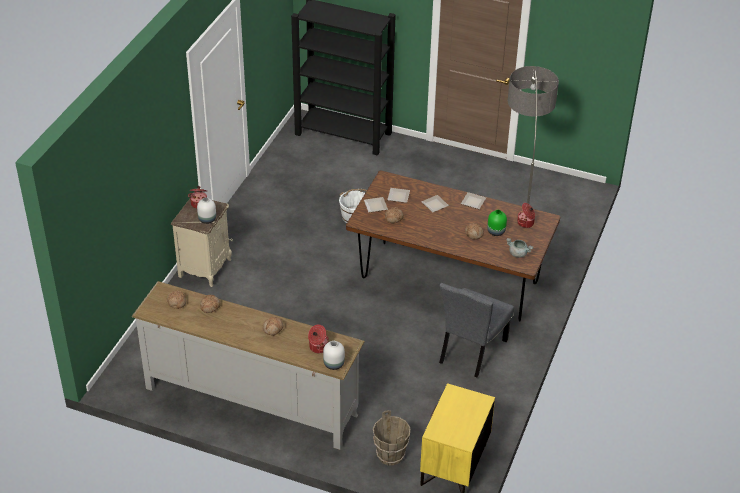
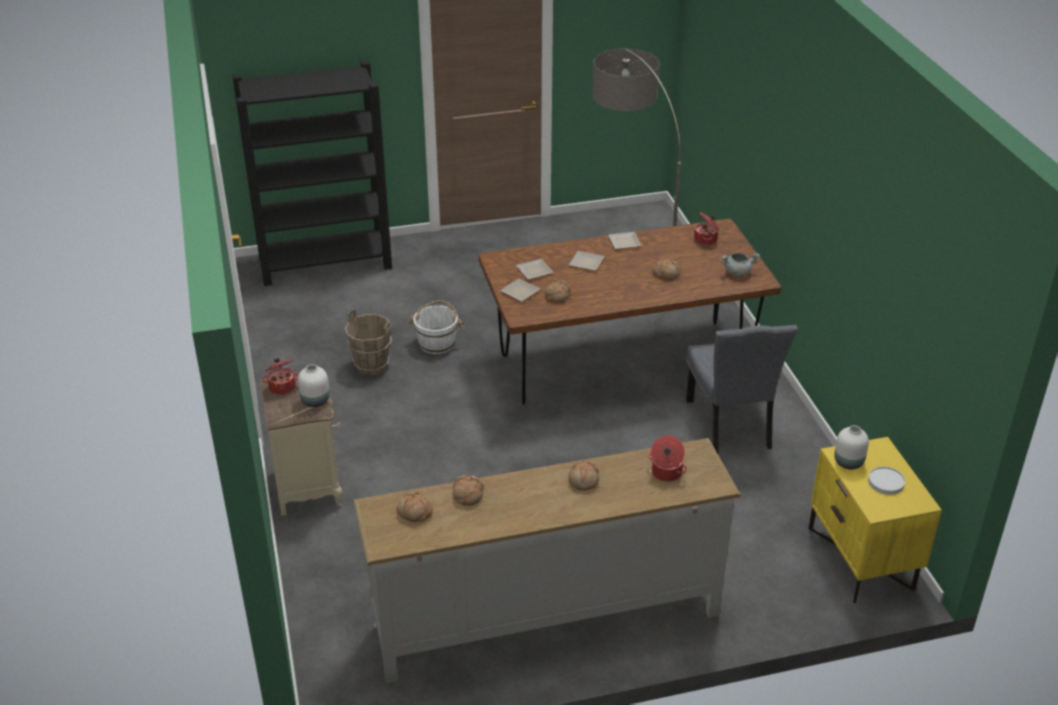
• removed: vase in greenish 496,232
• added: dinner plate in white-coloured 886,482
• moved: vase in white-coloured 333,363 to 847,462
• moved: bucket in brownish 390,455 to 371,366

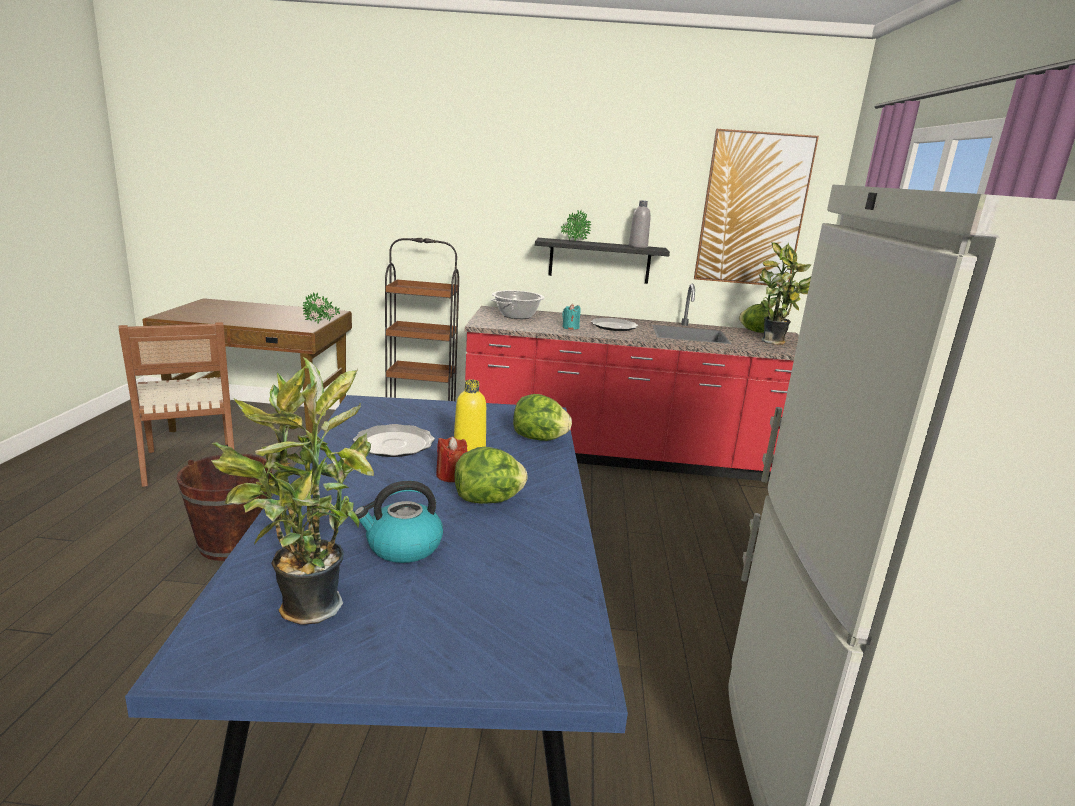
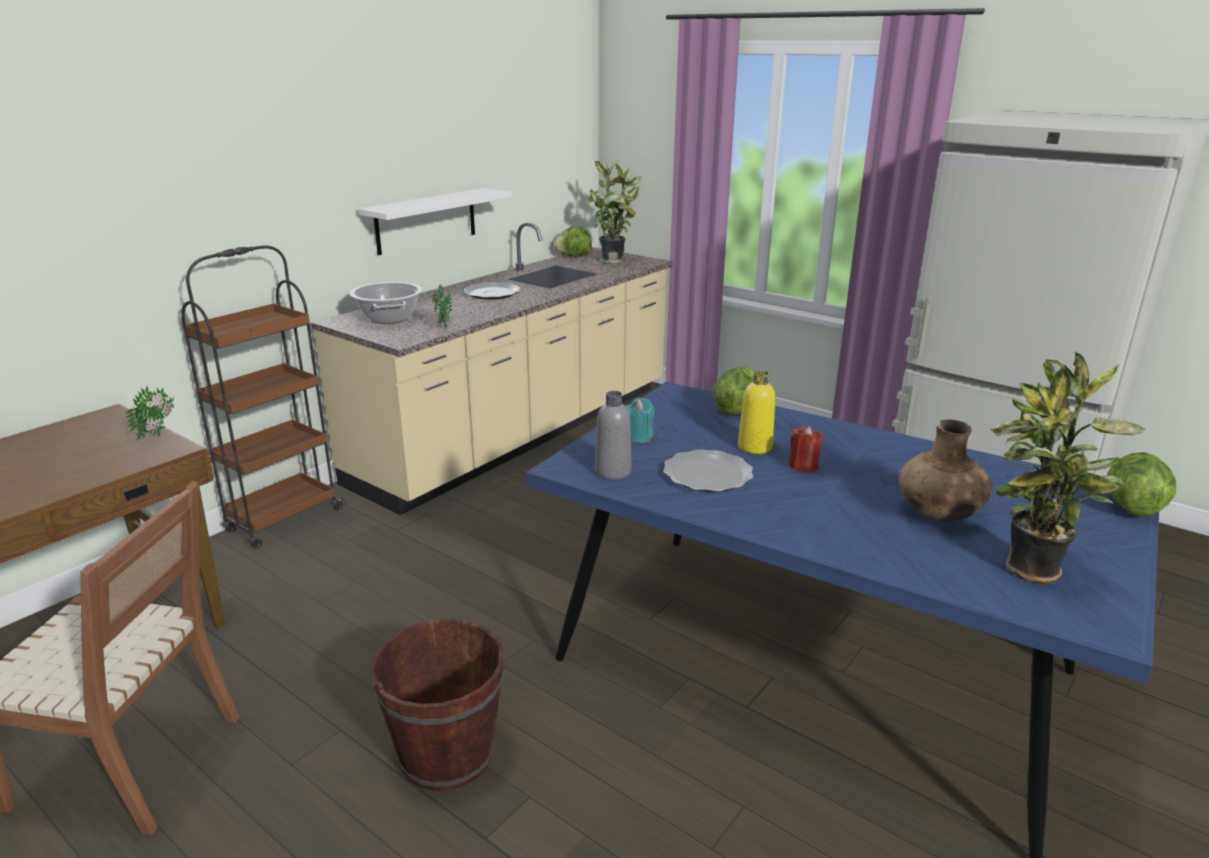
• removed: wall picture 752,210
• moved: lettuce 489,500 to 1130,507
• moved: houseplant 573,241 to 443,327
• moved: wax light in blue-green 570,328 to 639,437
• moved: beverage bottle in greyish 638,246 to 613,471
• replaced: kettle 403,547 to vase in brownish 938,514
• recoloured: kitchen base unit in reddish 624,456 to kitchen base unit in beige-coloured 521,433
• recoloured: shelf in black 599,261 to shelf in white-coloured 426,221

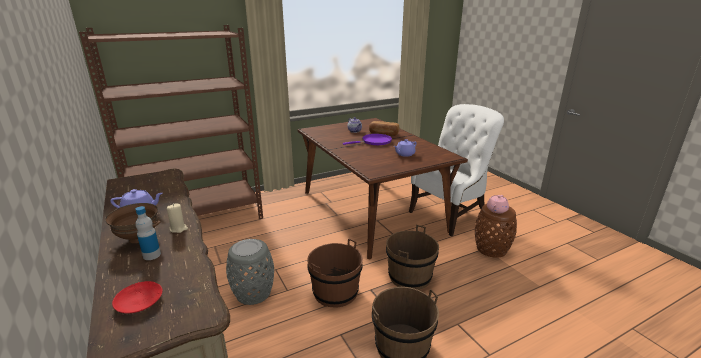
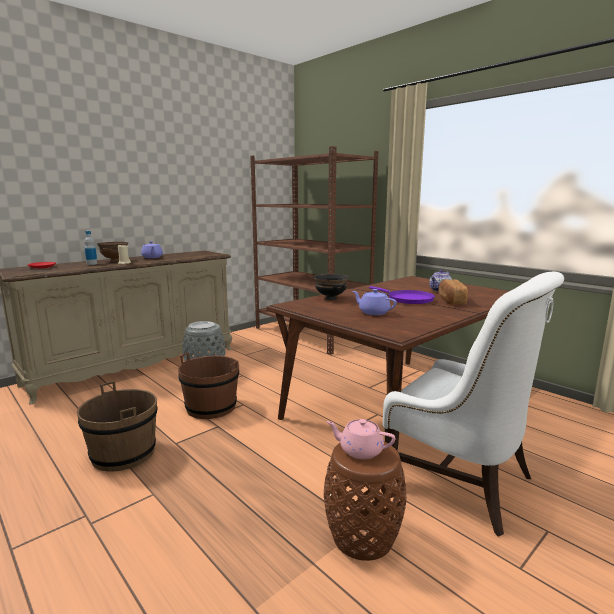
• removed: bucket in brownish 409,276
• added: deep dish in black 330,298

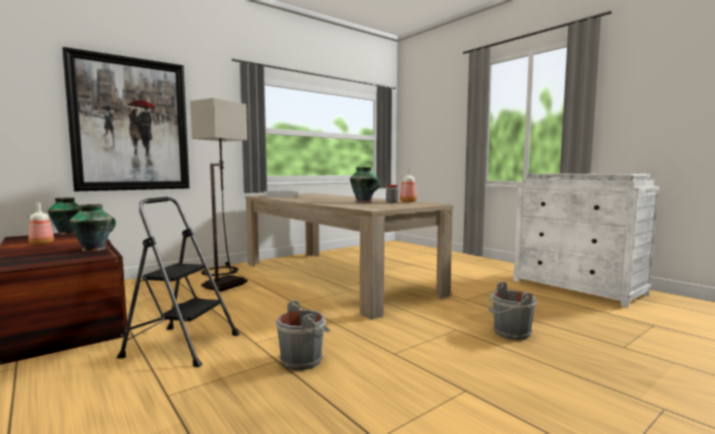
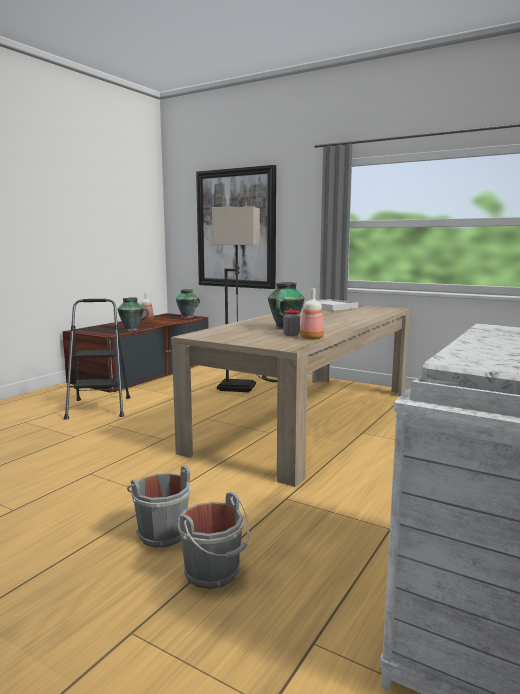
• moved: bucket in greyish 303,360 to 214,572

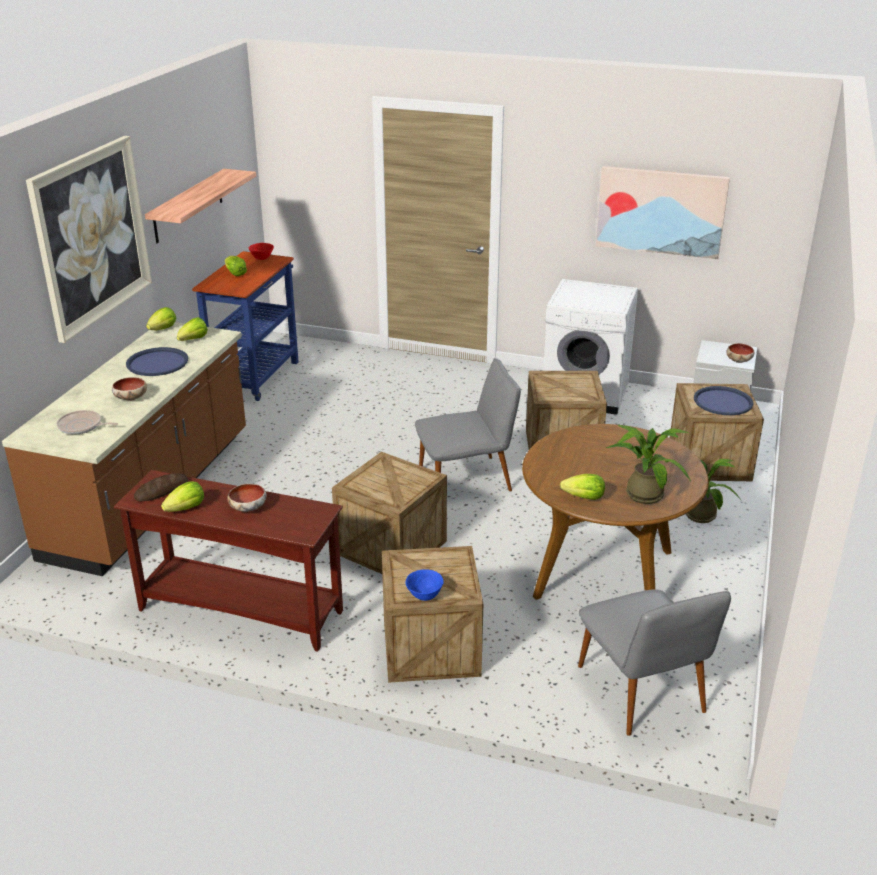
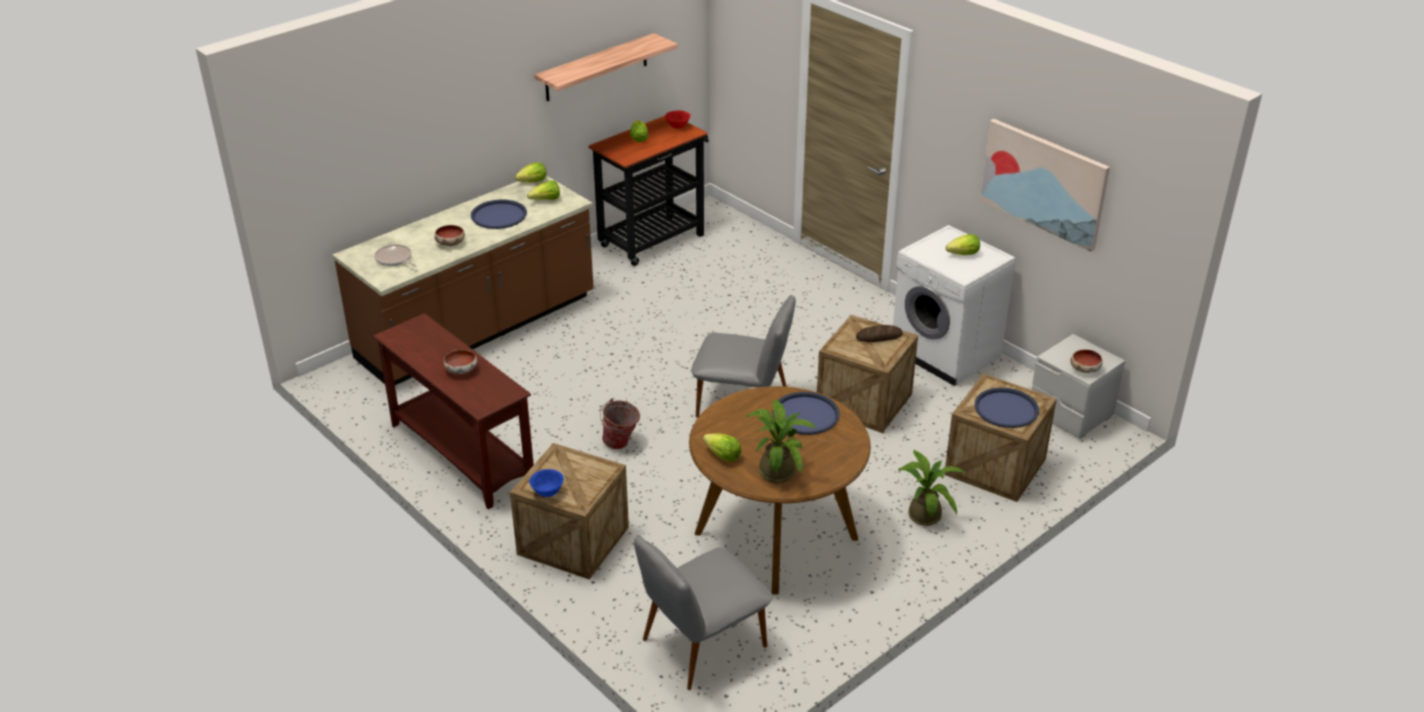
• removed: wall picture 92,236
• added: tray in bluish 805,414
• moved: baked bread 161,490 to 879,337
• moved: lettuce 186,509 to 963,254
• replaced: shipping crate 391,547 to bucket 621,444
• recoloured: cart in bluish 256,377 to cart in black 653,240
• turned: upright chair in greyish 640,688 = 704,642 45 degrees clockwise

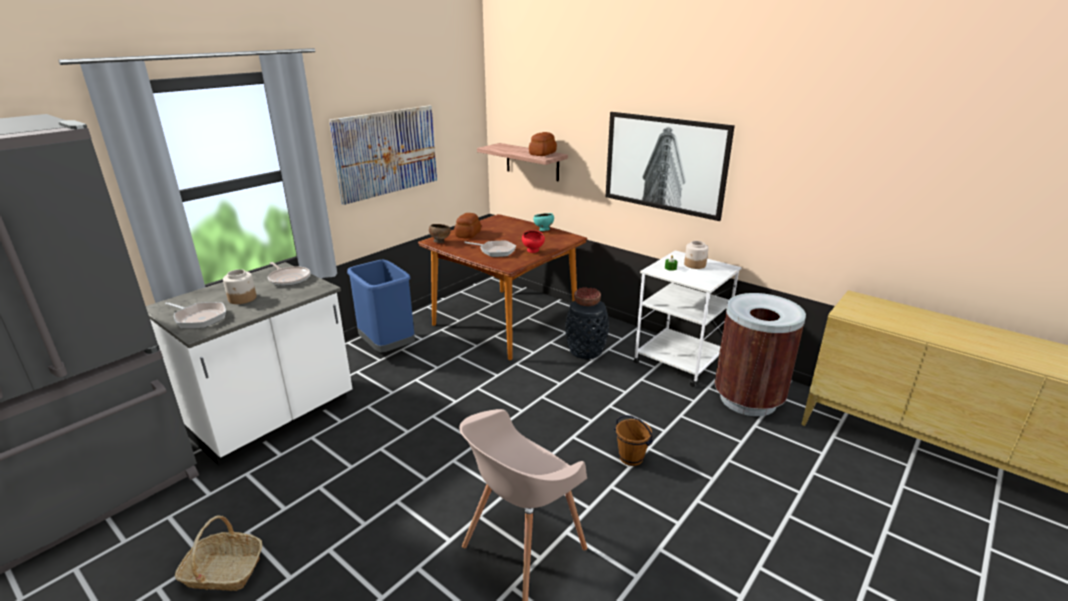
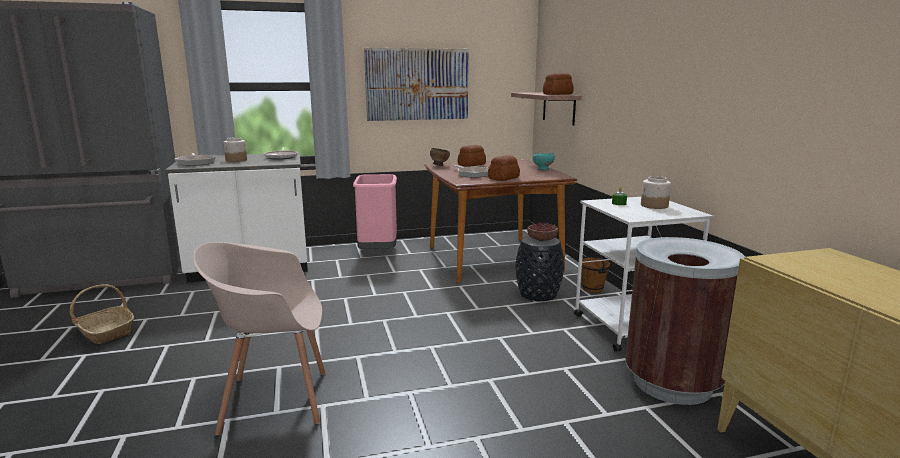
• removed: wall picture 664,164
• moved: bucket in brownish 631,457 to 593,289
• replaced: deep dish in reddish 533,251 to baked bread 504,178
• recoloured: rubbish bin in bluish 388,347 to rubbish bin in pinkish 378,252

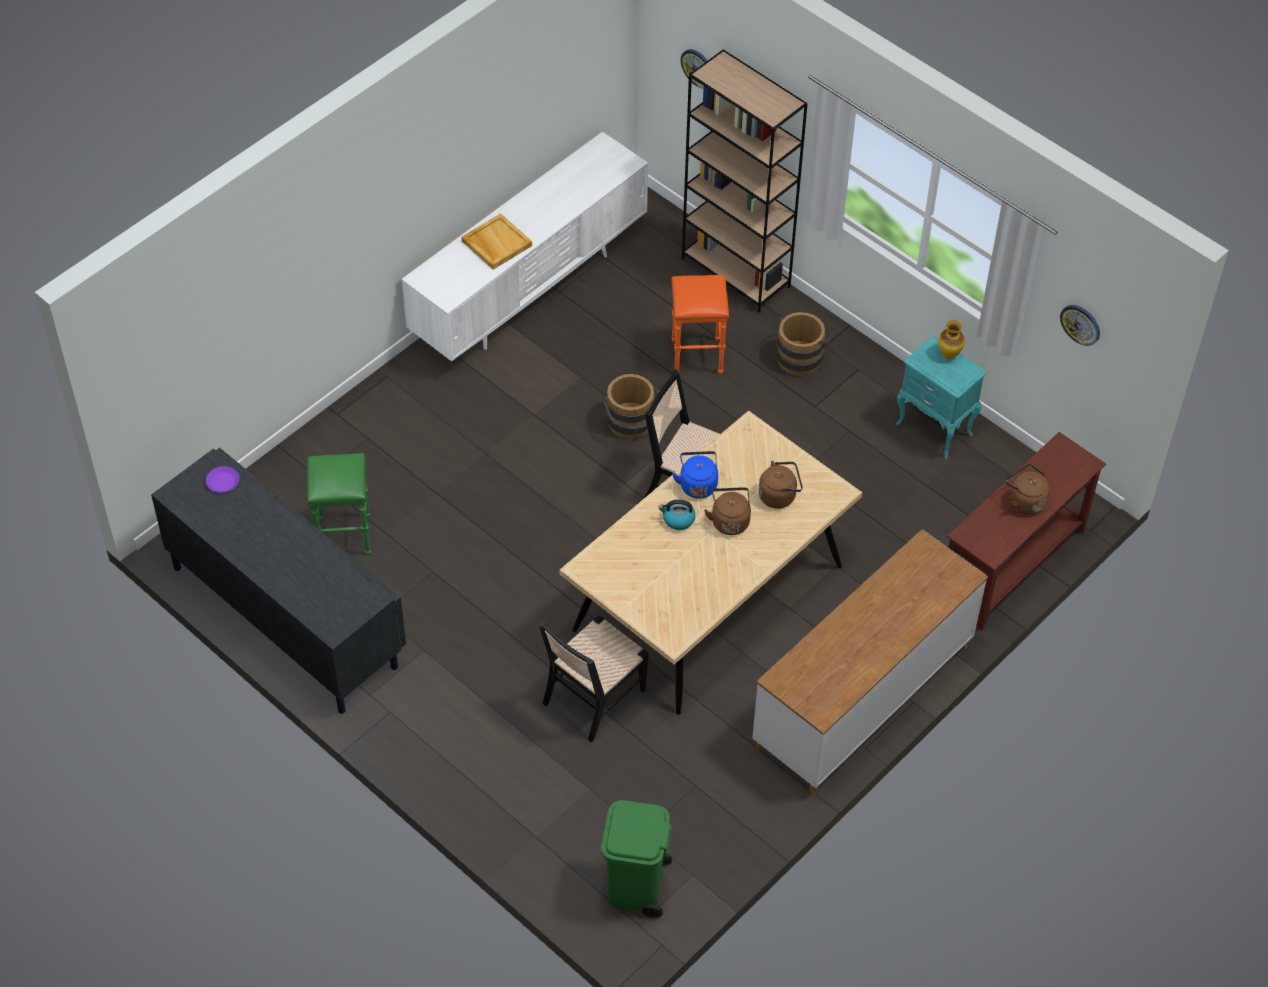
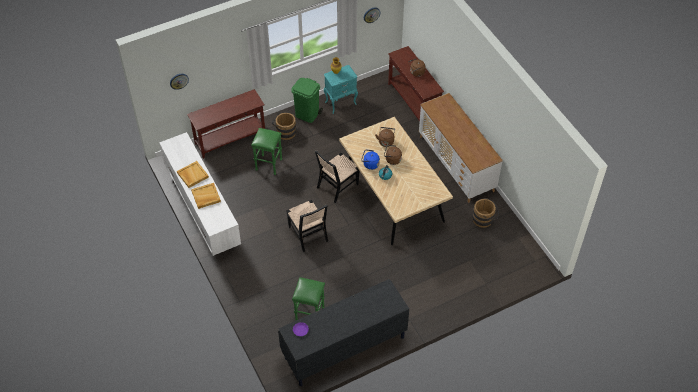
• added: tray in beige-coloured 192,175
• moved: upright chair 594,698 to 308,234
• moved: rubbish bin in greenish 636,887 to 307,114
• moved: bucket in brownish 631,425 to 485,219
• replaced: bookcase in beige-coloured 736,273 to hall table in brownish 230,138
• recoloured: sitting stool in orange 698,357 to sitting stool in greenish 269,164

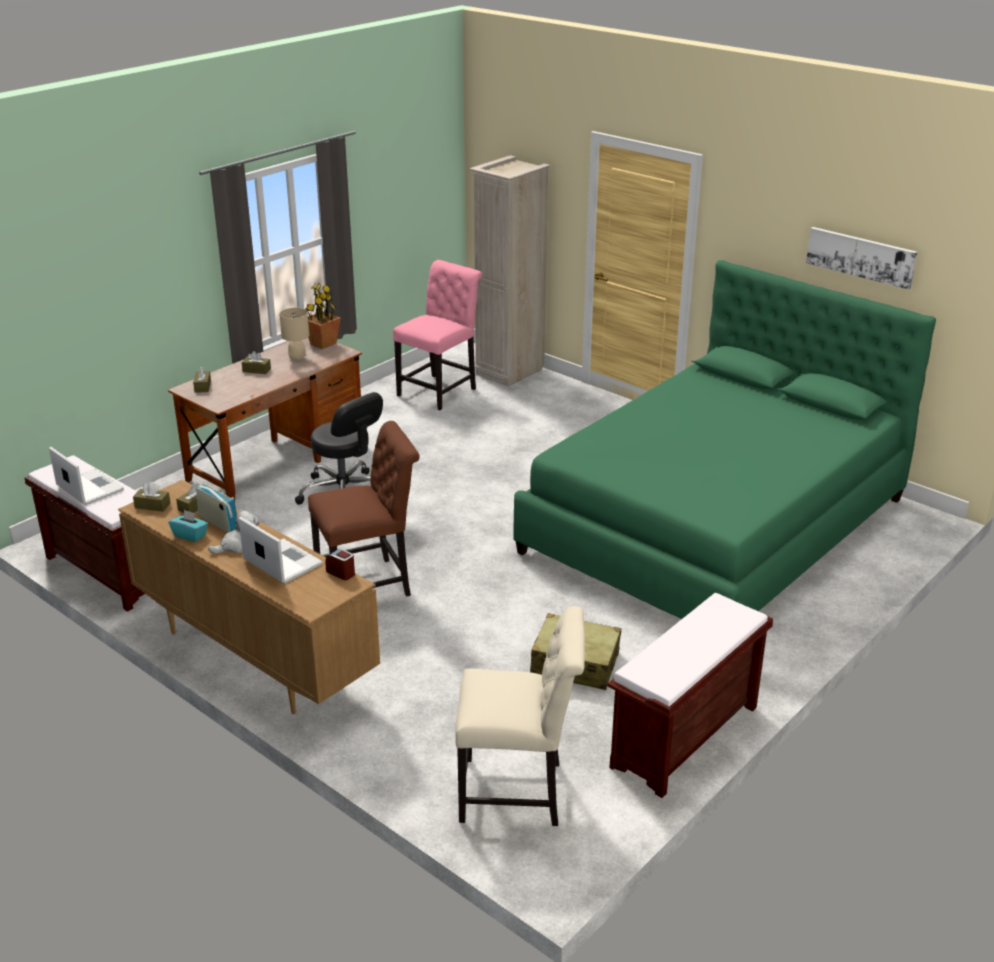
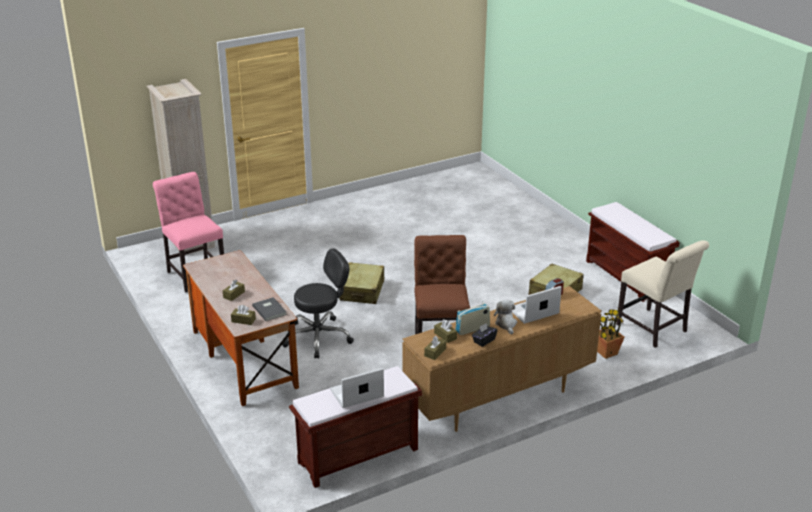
• removed: tabletop lamp in beige-coloured 296,358
• removed: bed in greenish 715,525
• removed: wall picture 861,256
• added: volume in greyish 270,310
• added: suitcase in beige-coloured 362,291
• moved: houseplant 323,343 to 606,353
• recoloured: tissue holder in blue-green 190,535 to tissue holder in black 484,341
• turned: upright chair in beige-coloured 519,793 = 654,330 120 degrees clockwise

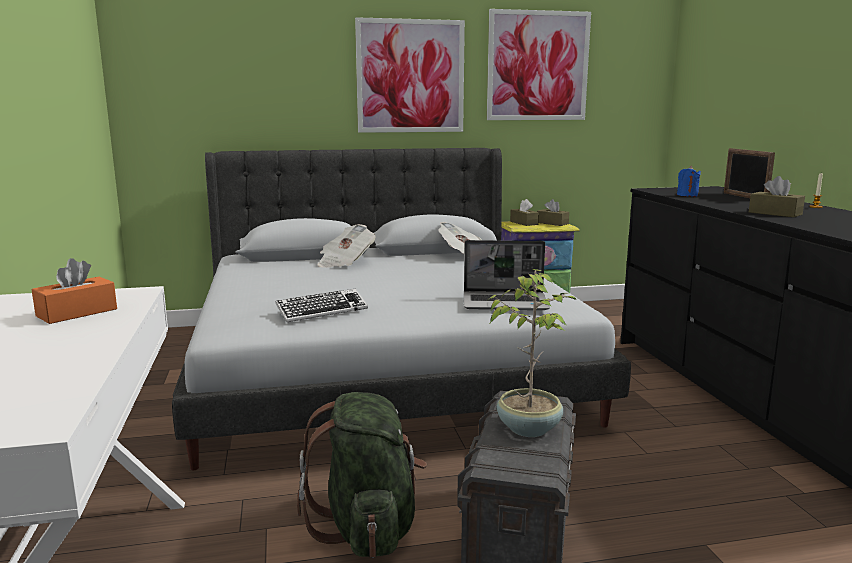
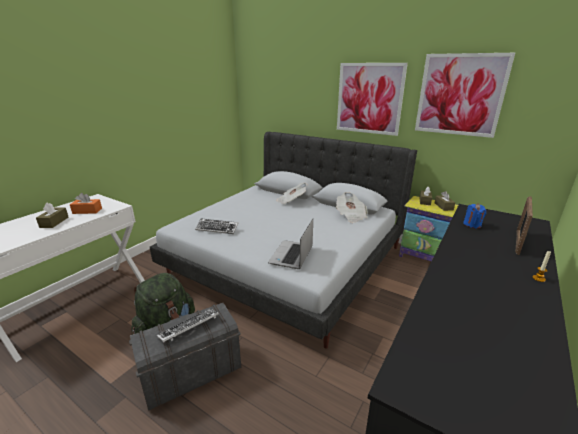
• moved: tissue holder in brownish 775,213 to 54,222
• replaced: houseplant 529,427 to computer keyboard 189,328
• turned: portable computer 506,303 = 292,256 60 degrees clockwise

